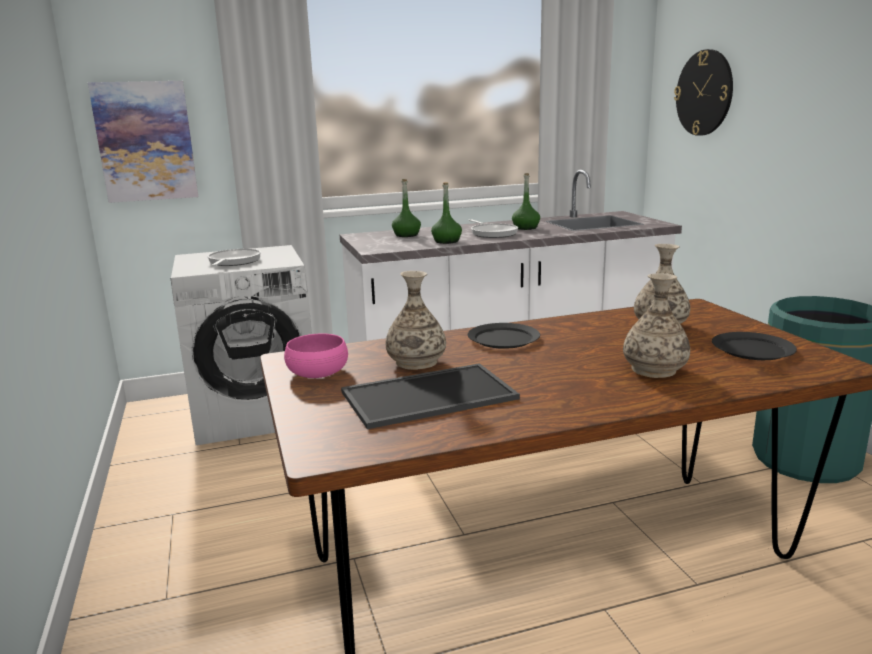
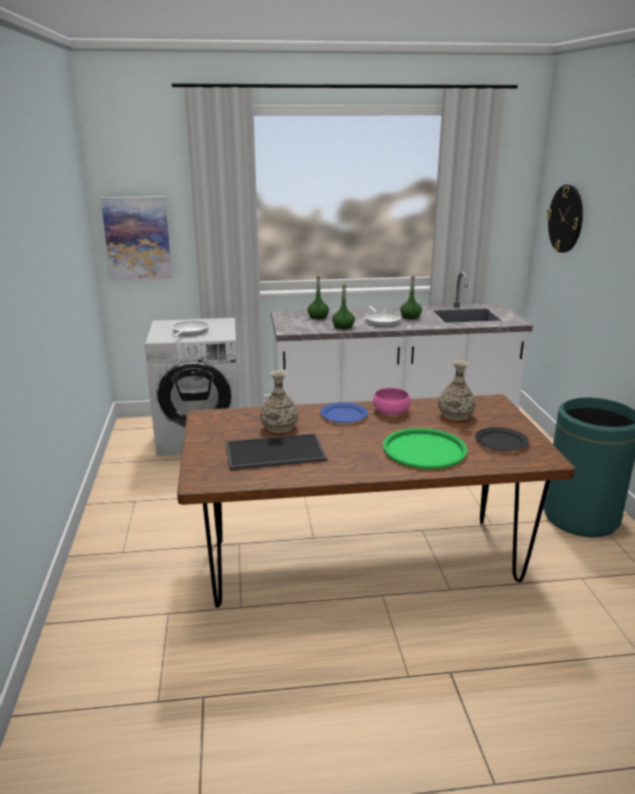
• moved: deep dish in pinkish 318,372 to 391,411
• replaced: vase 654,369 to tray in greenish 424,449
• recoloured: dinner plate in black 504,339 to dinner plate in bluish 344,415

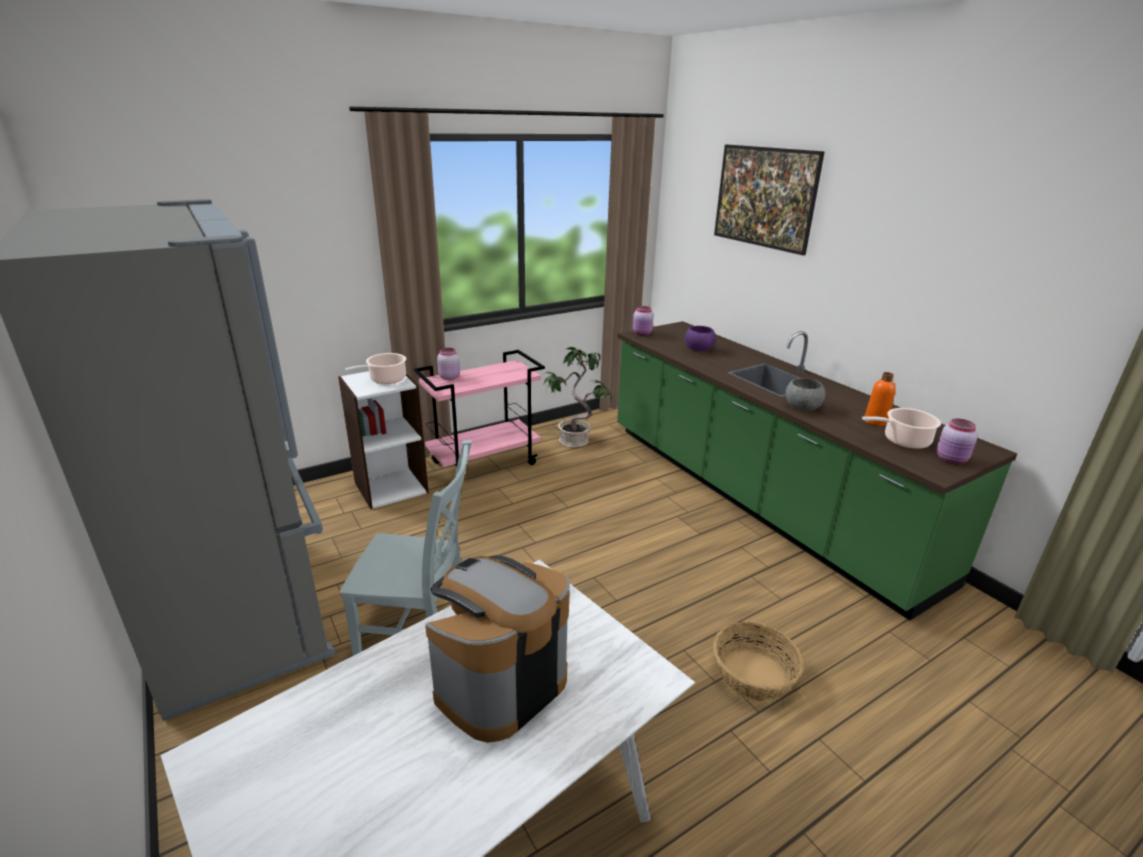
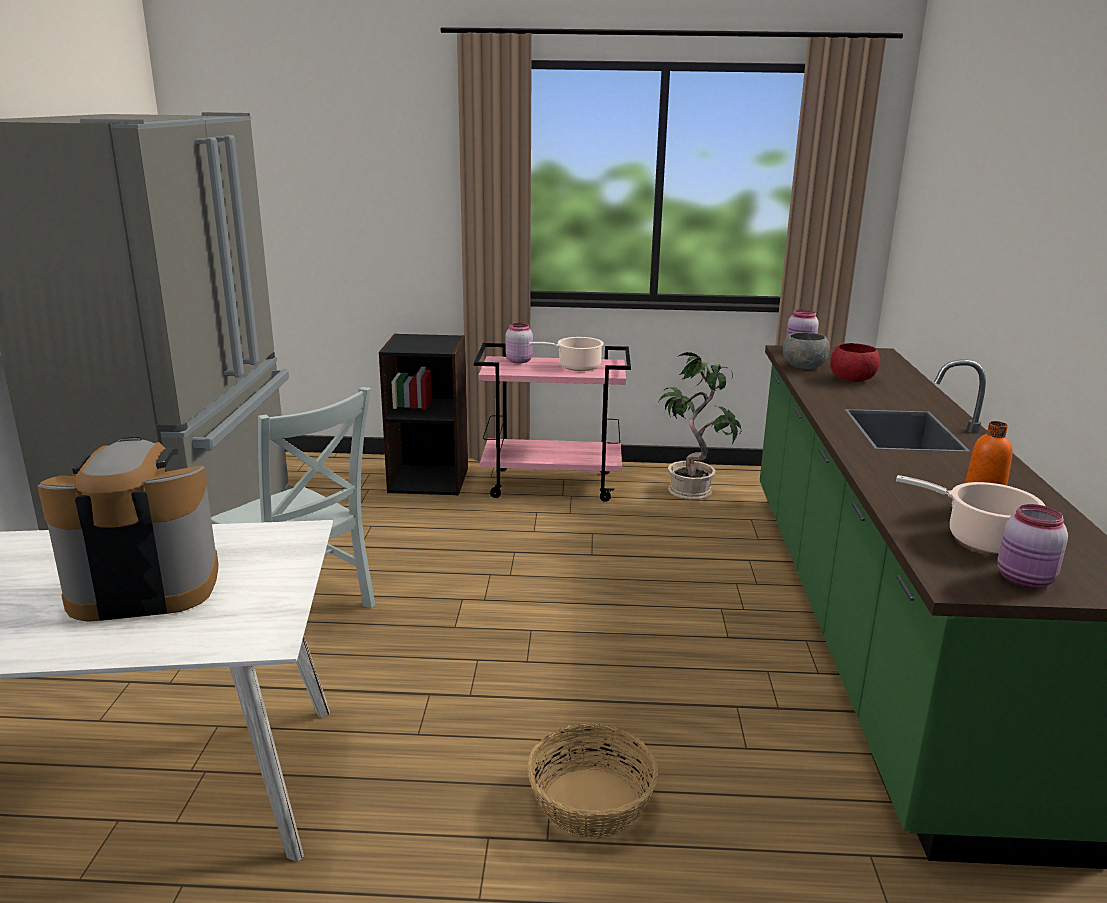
• removed: wall picture 761,221
• moved: saucepot 385,380 to 576,366
• moved: deep dish in greyish 802,407 to 804,366
• recoloured: bookcase in white-coloured 391,487 to bookcase in black 429,479
• recoloured: deep dish in purple-coloured 698,349 to deep dish in reddish 851,379

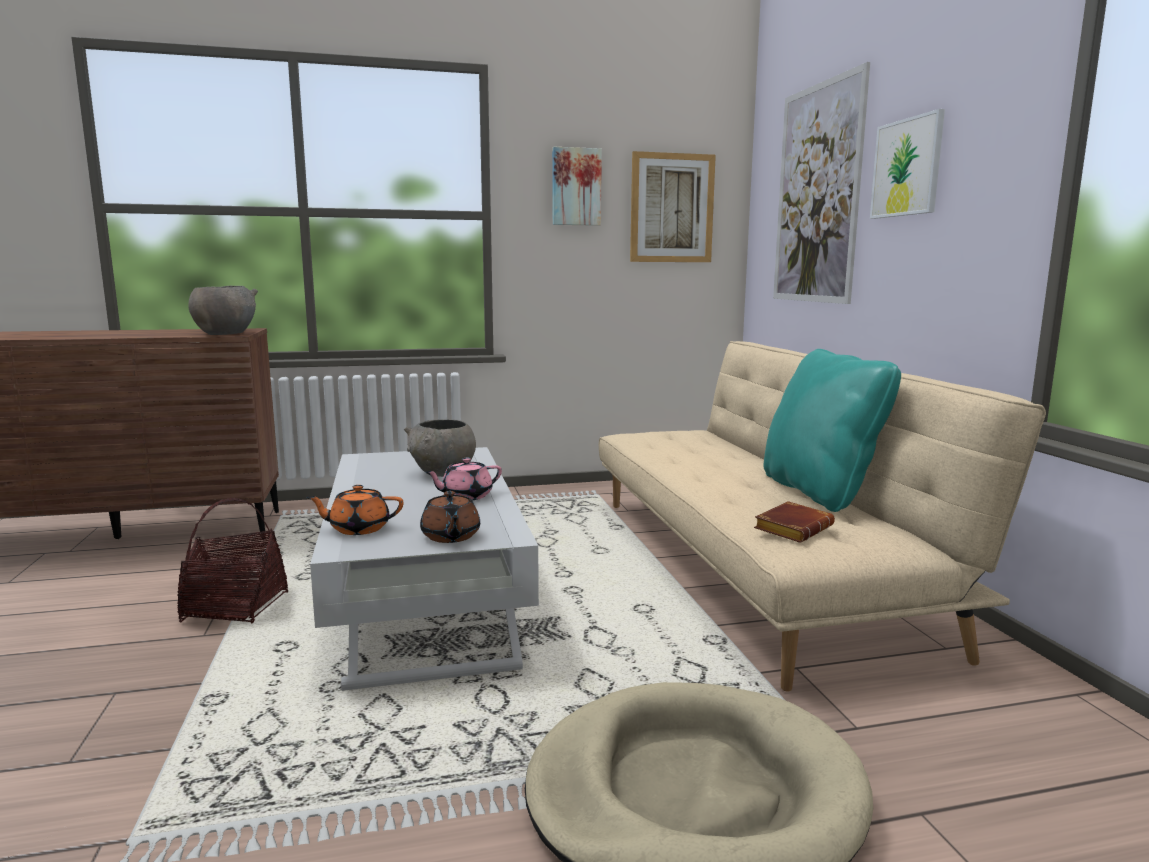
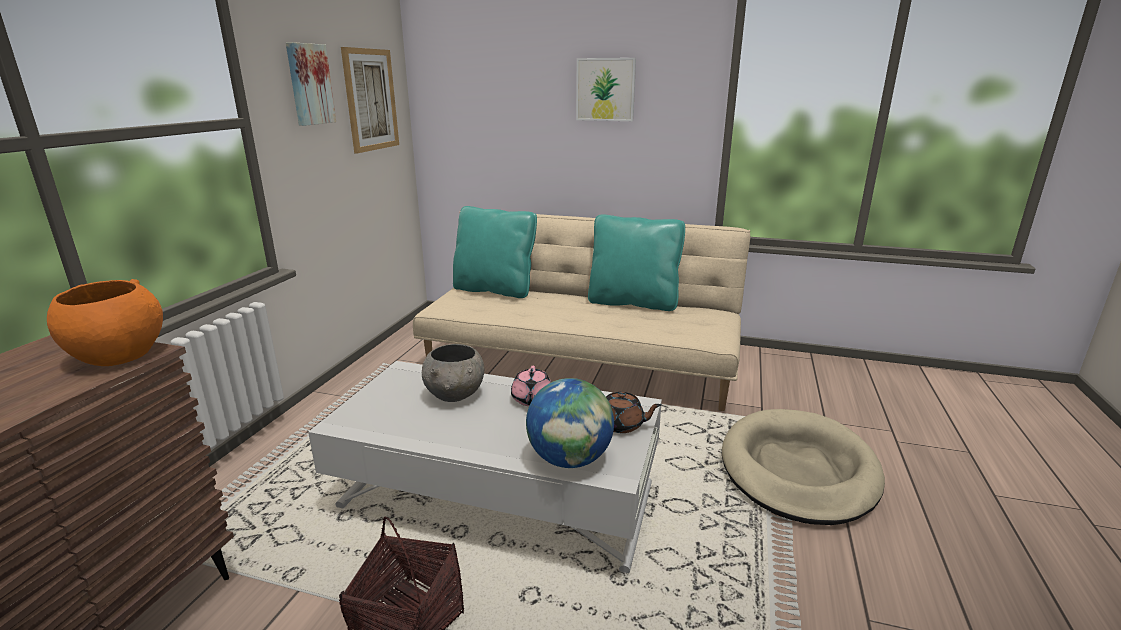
• removed: volume in brownish 792,528
• removed: wall picture 817,194
• added: cushion in blue-green 495,289
• replaced: pot for tea in orange 358,529 to world globe 570,459
• recoloured: deep dish in greyish 225,334 to deep dish in orange 118,356

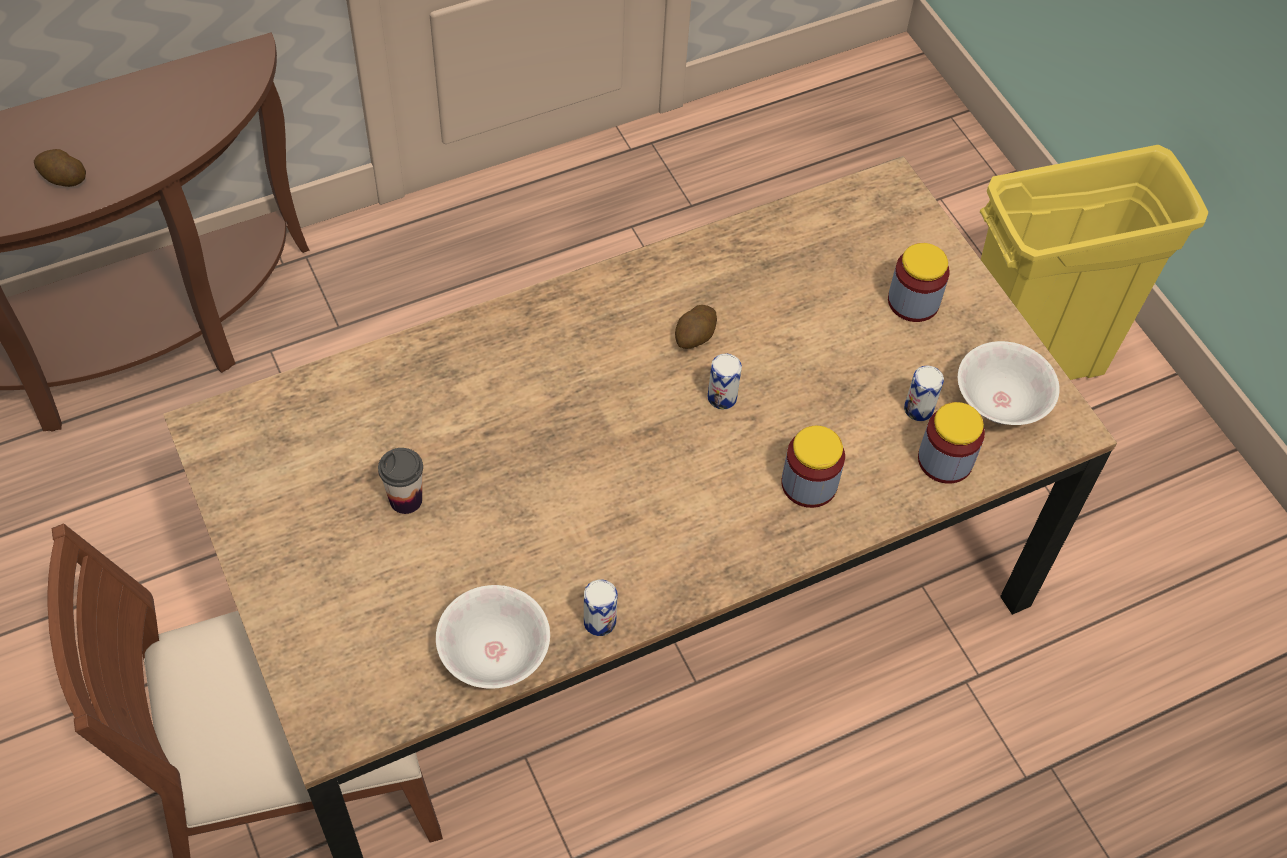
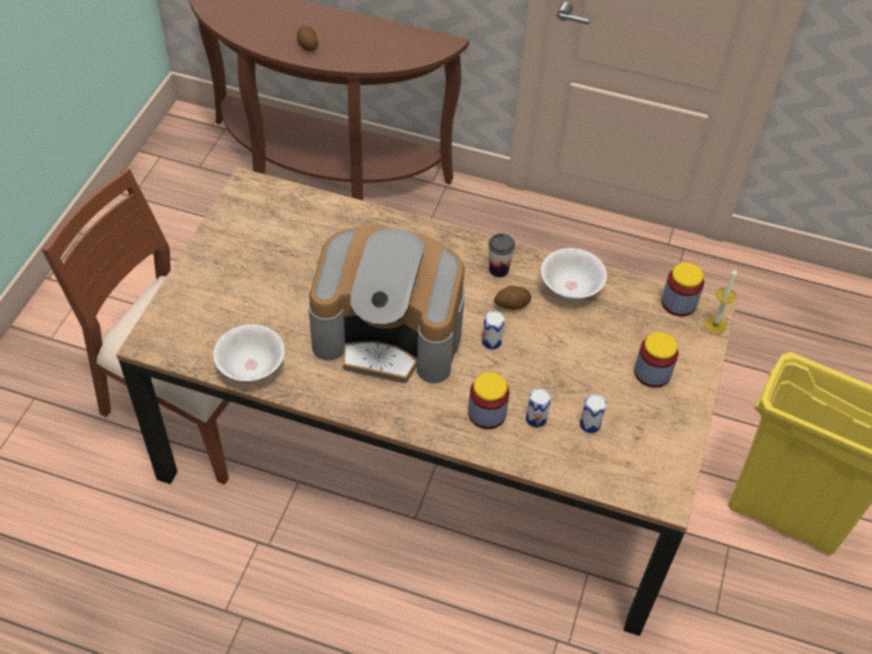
• added: coffee machine 390,335
• added: wax light 715,325
• moved: drinking cup 406,499 to 498,269
• moved: sealed can 599,621 to 536,419
• moved: preserve jar 945,460 to 678,303
• moved: deep dish in white-coloured 999,403 to 570,288

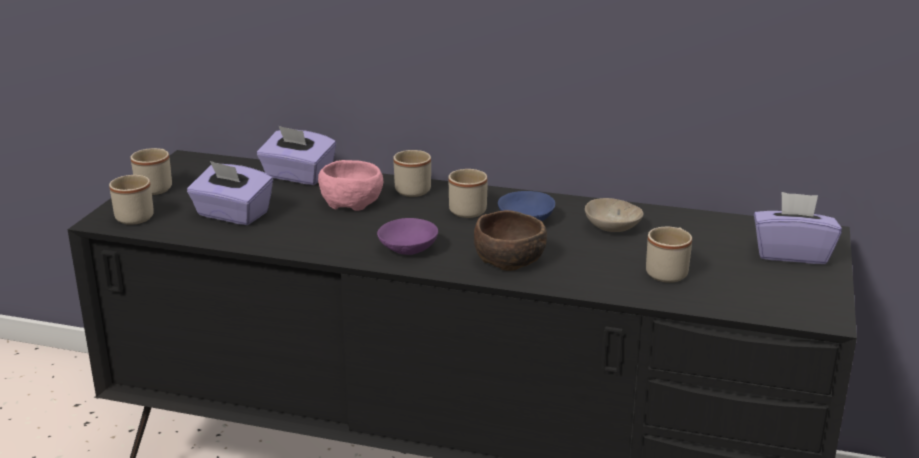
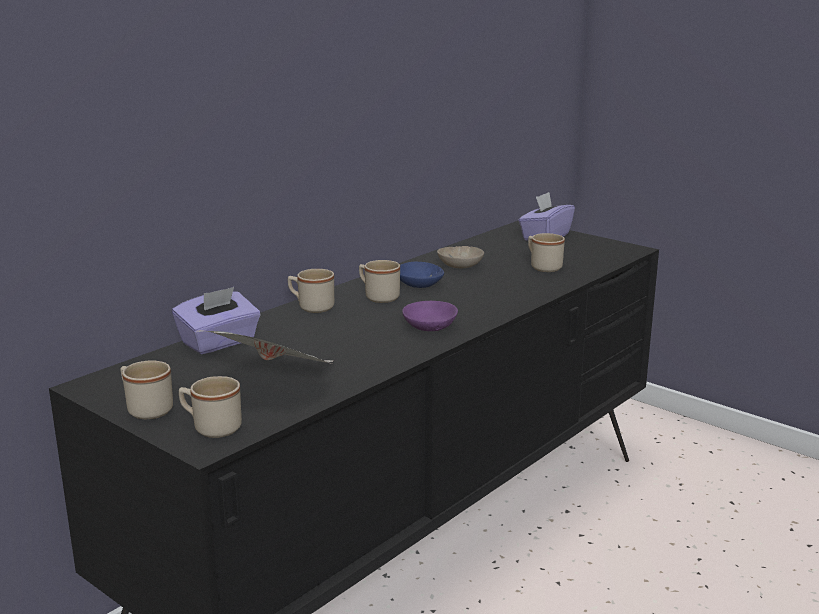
• removed: deep dish in pinkish 351,201
• removed: deep dish in brownish 511,260
• replaced: tissue holder in purple-coloured 232,215 to printed paper 274,381

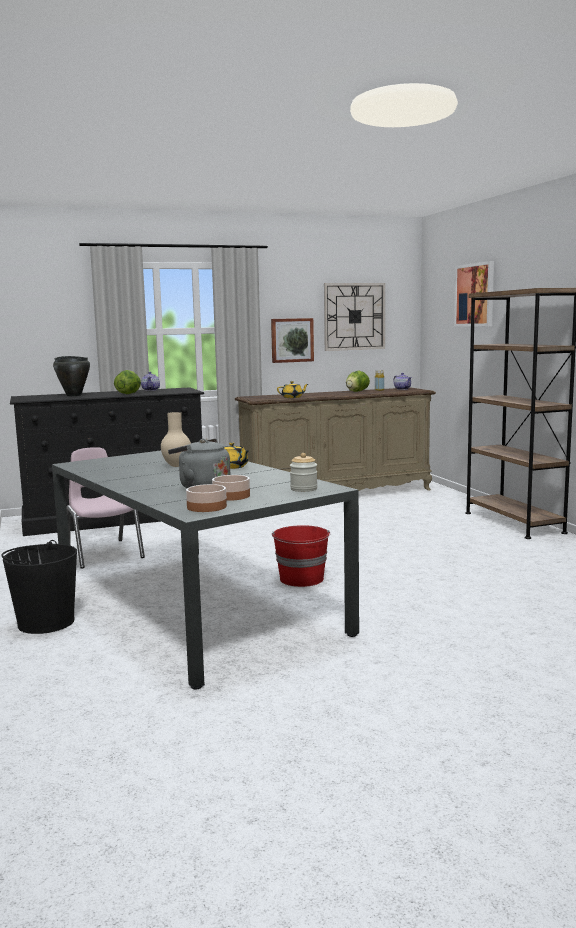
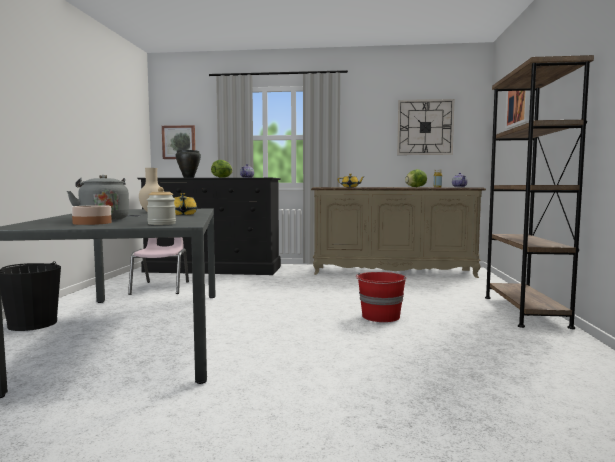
• removed: deep dish 207,507
• moved: wall picture 292,340 to 179,142
• moved: bucket in reddish 302,579 to 380,317

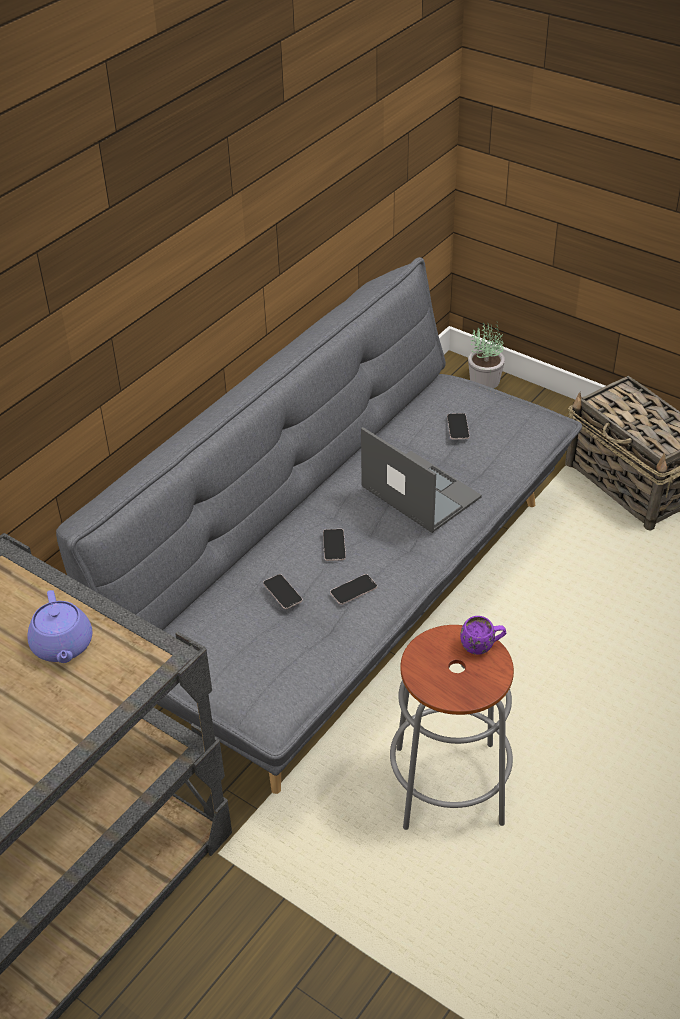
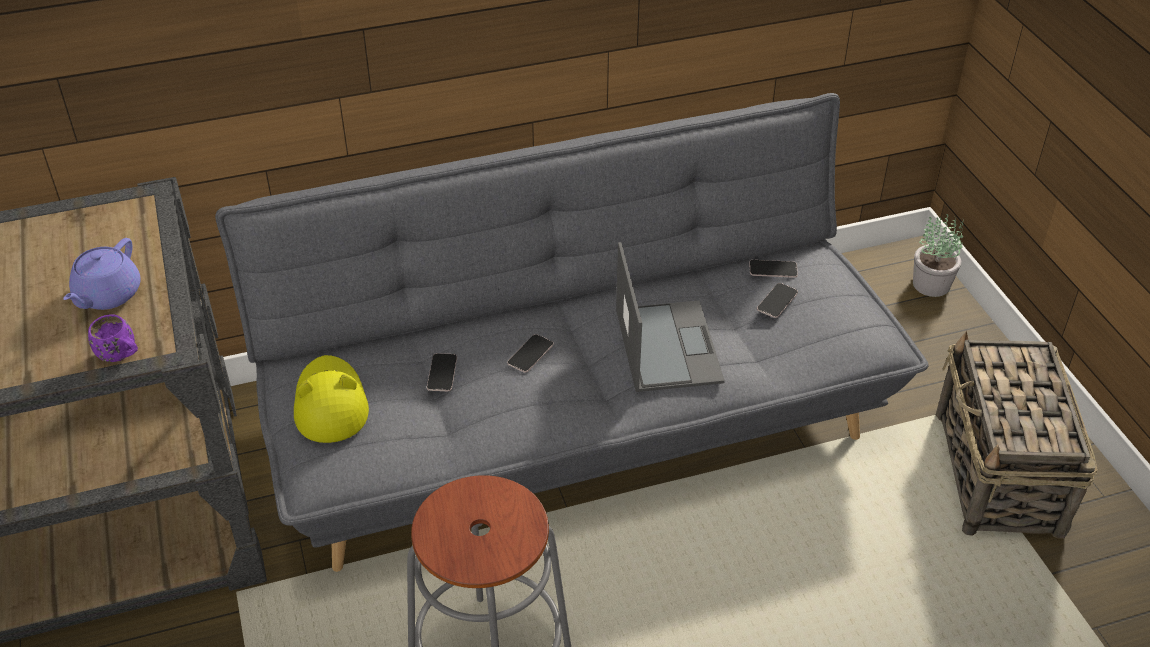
• added: wearable hat in yellow 330,404
• moved: telephone 353,590 to 773,269
• moved: mug in purple-coloured 482,646 to 122,357

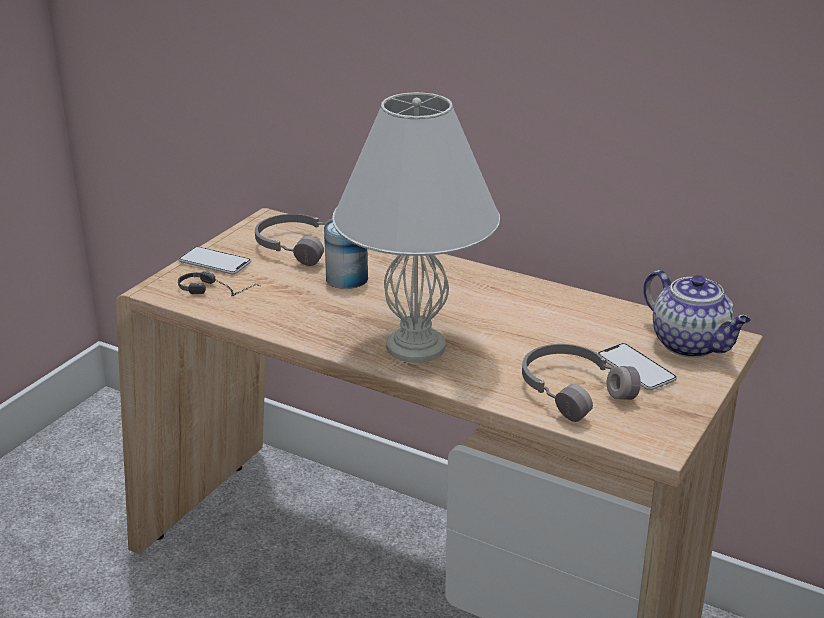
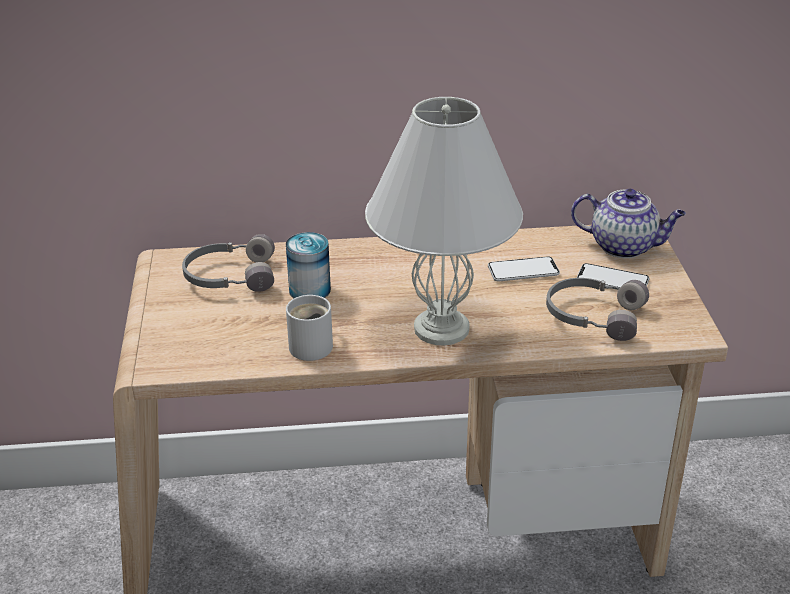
• removed: pair of headphones 223,292
• added: mug in white-coloured 314,345
• moved: telephone 215,262 to 523,270

